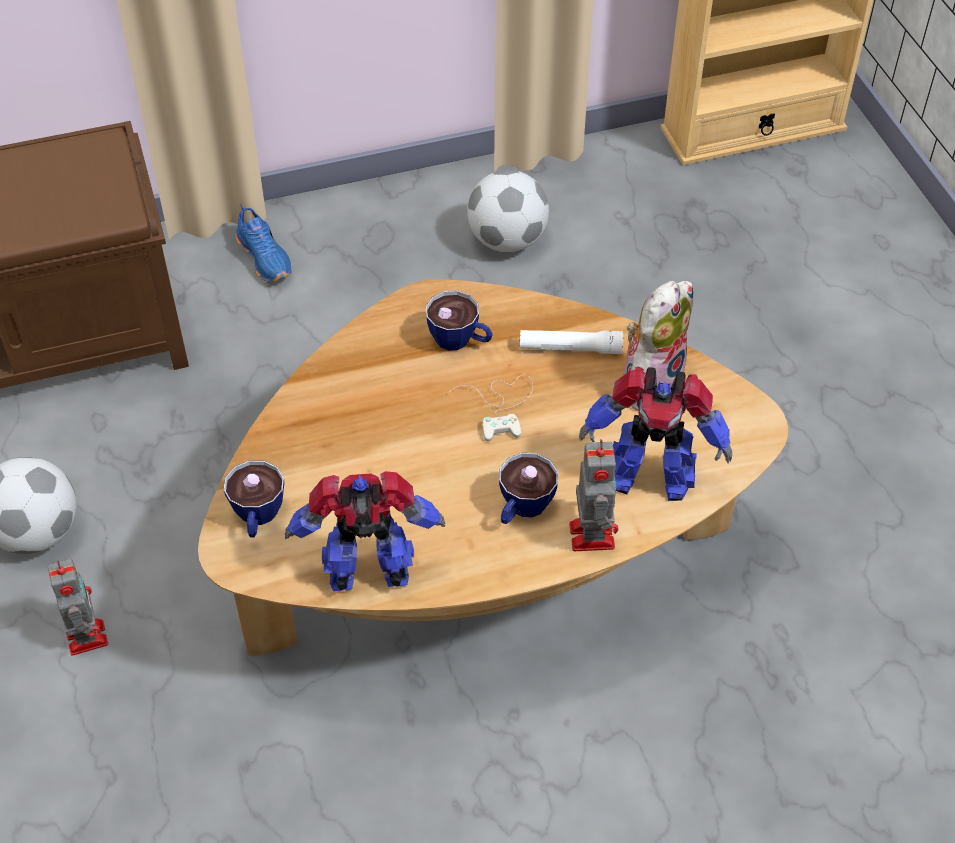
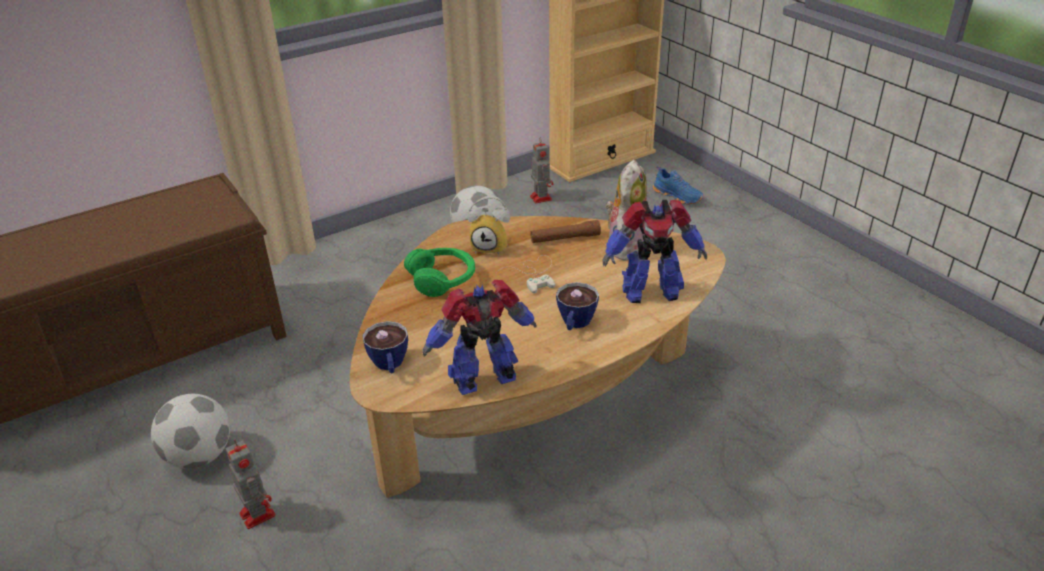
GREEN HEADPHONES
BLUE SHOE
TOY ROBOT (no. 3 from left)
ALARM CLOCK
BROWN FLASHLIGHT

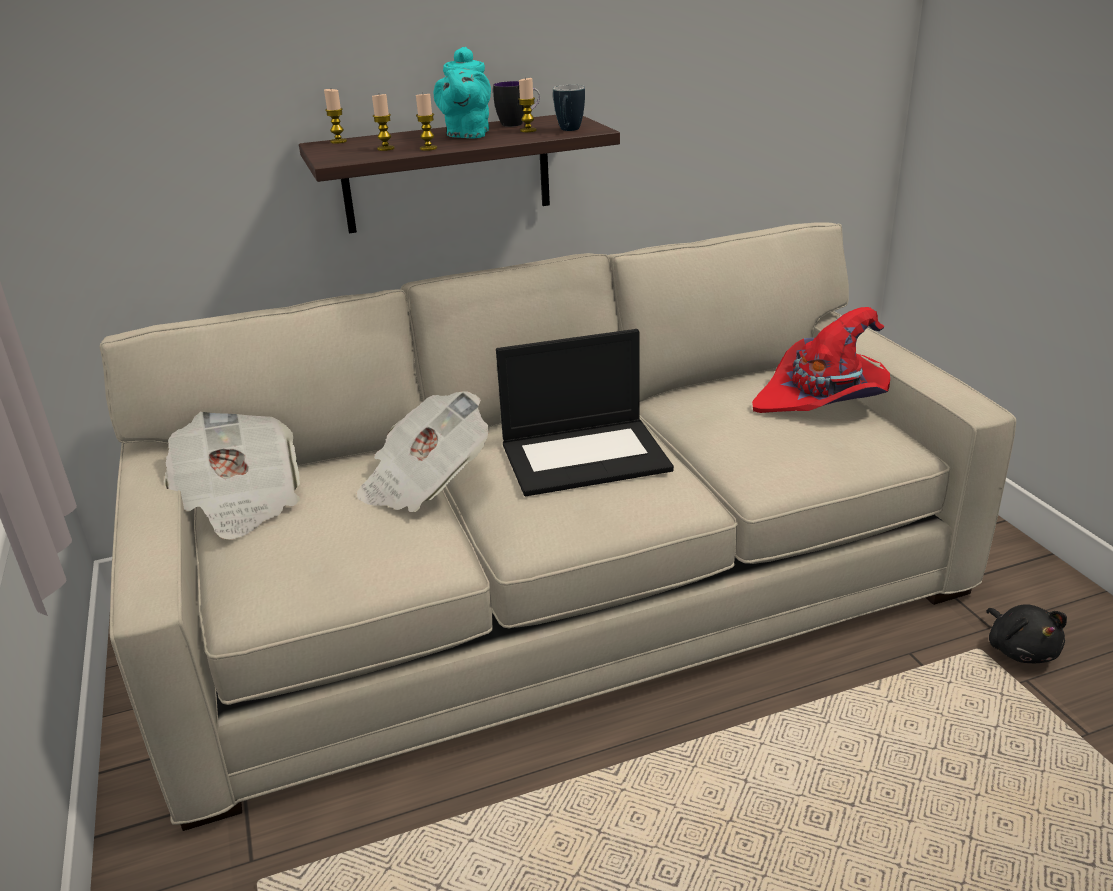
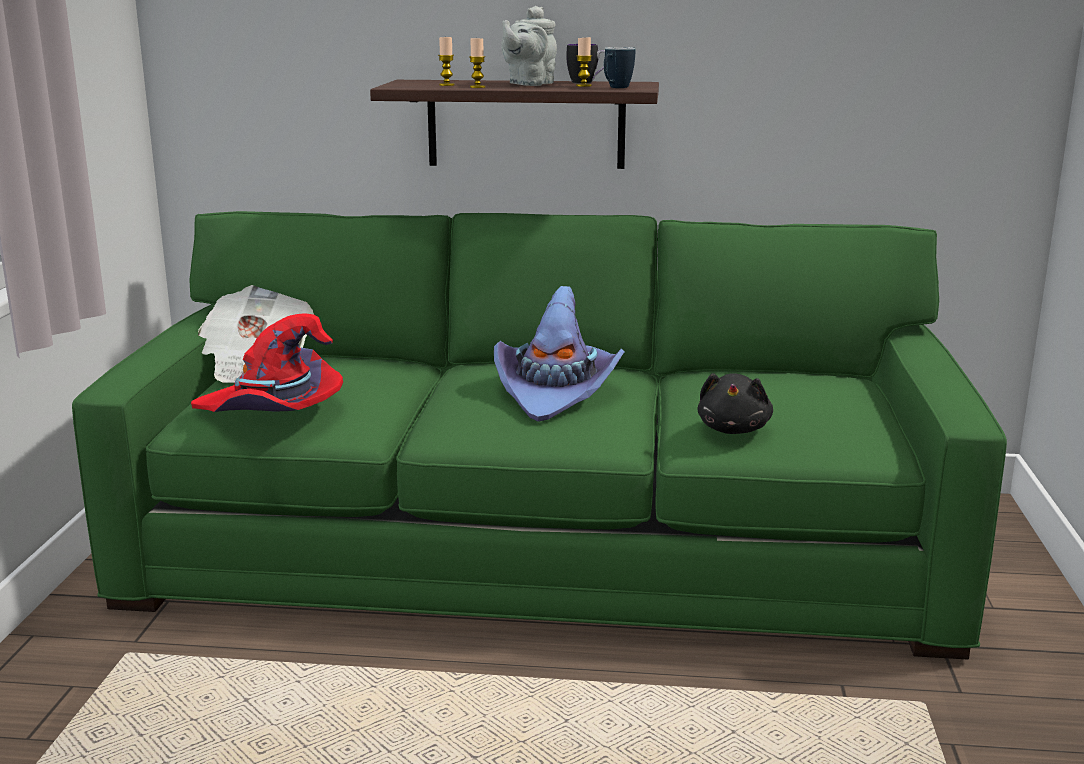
CANDLE (no. 1 from left in the first image)
NEWSPAPER (no. 2 from left in the first image)
RED HAT
BLACK PLUSH TOY
PURPLE HAT
GREEN SOFA
GREY TEAPOT

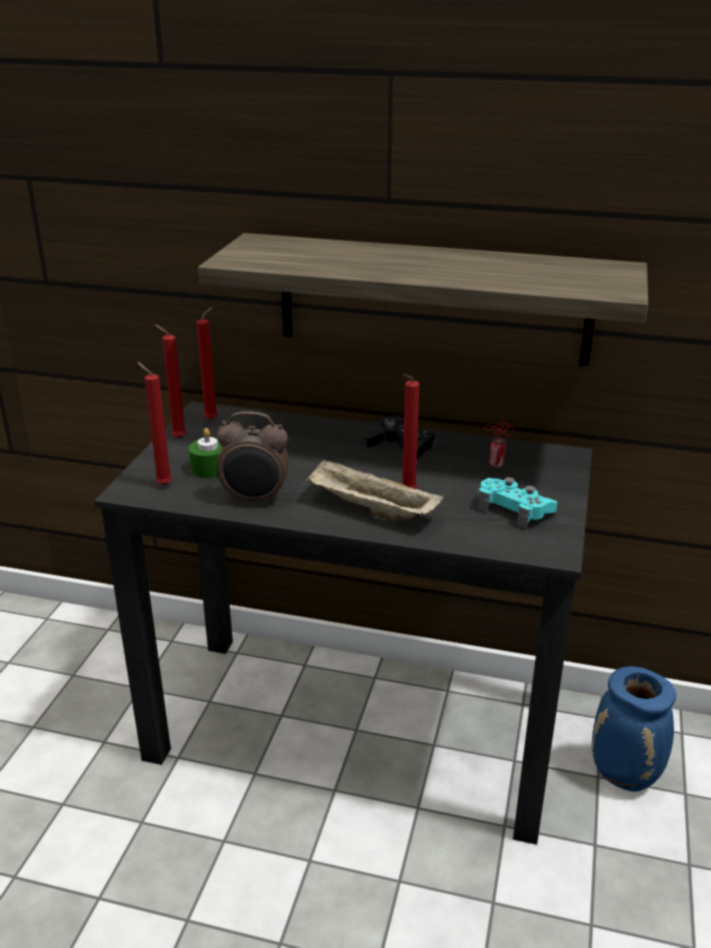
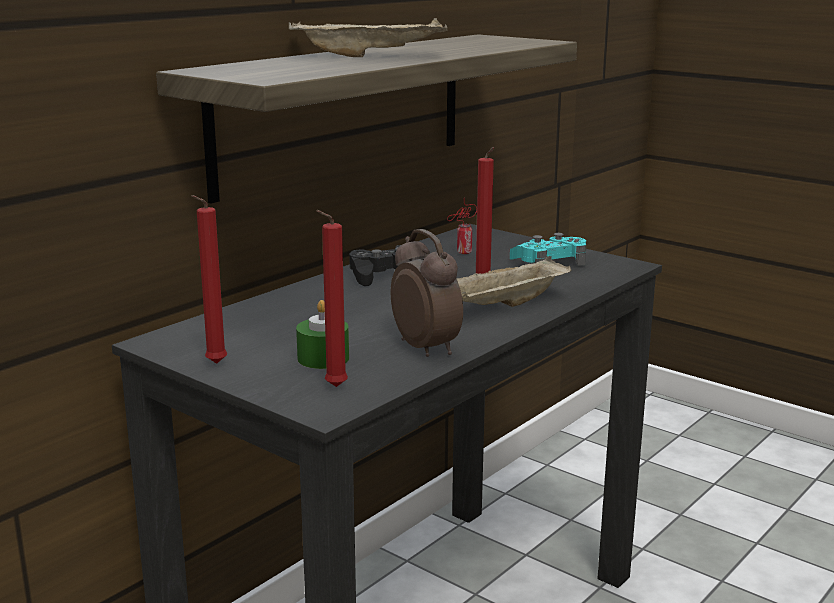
RED CANDLE (no. 3 from left in the first image)
BLUE VASE
BEIGE TRAY (no. 1 from left)
ALARM CLOCK

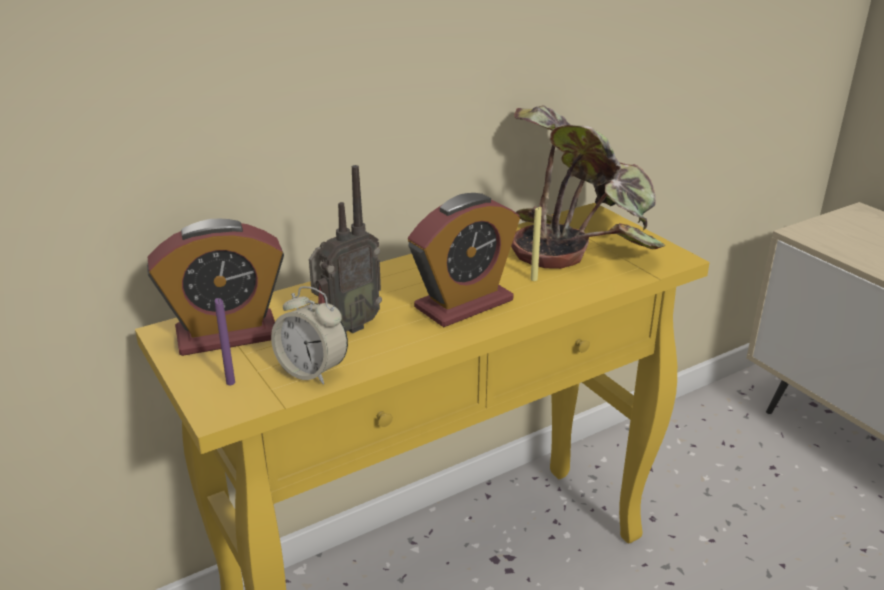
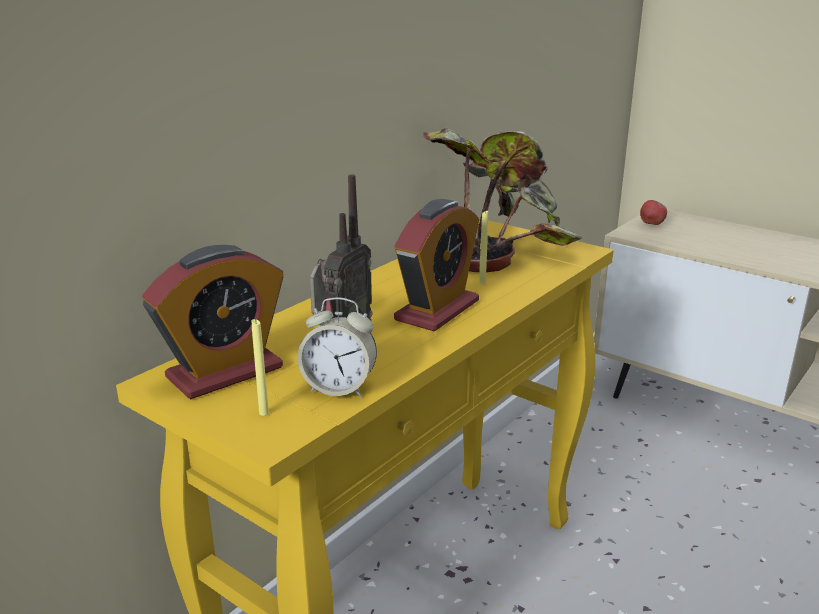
APPLE
YELLOW CANDLE (no. 1 from left)

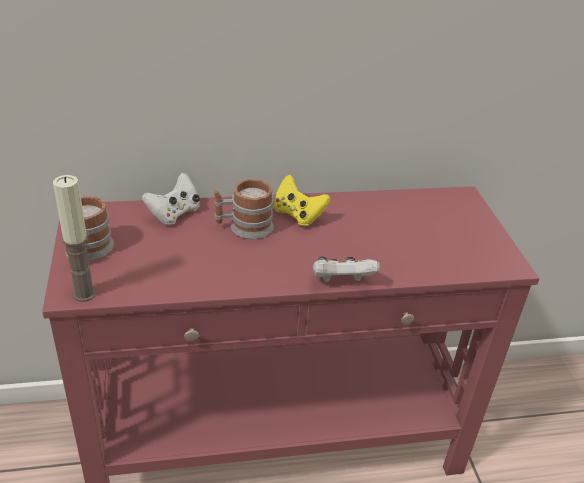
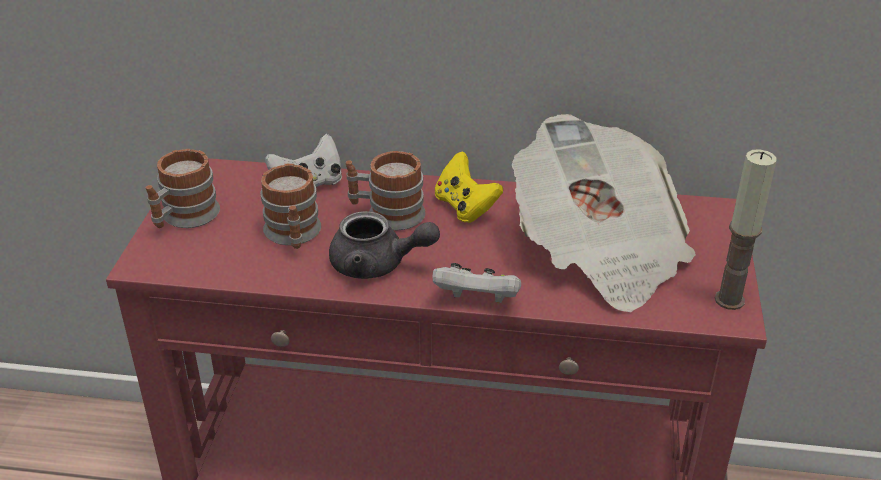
MUG (no. 2 from left)
GREY TEAPOT
NEWSPAPER
CANDLE

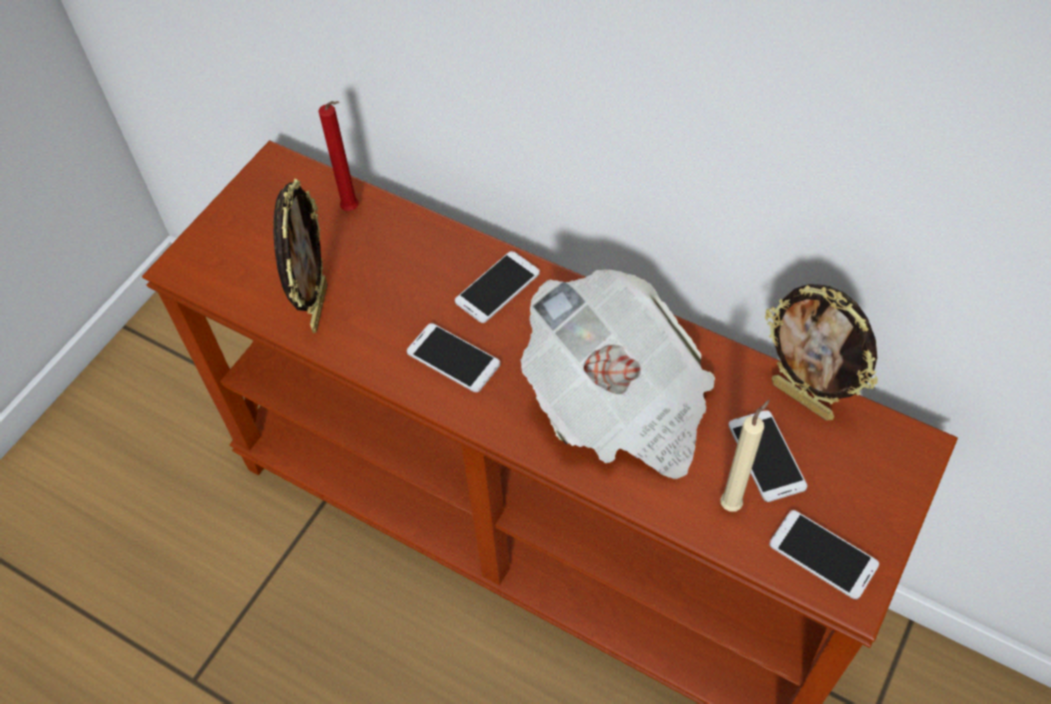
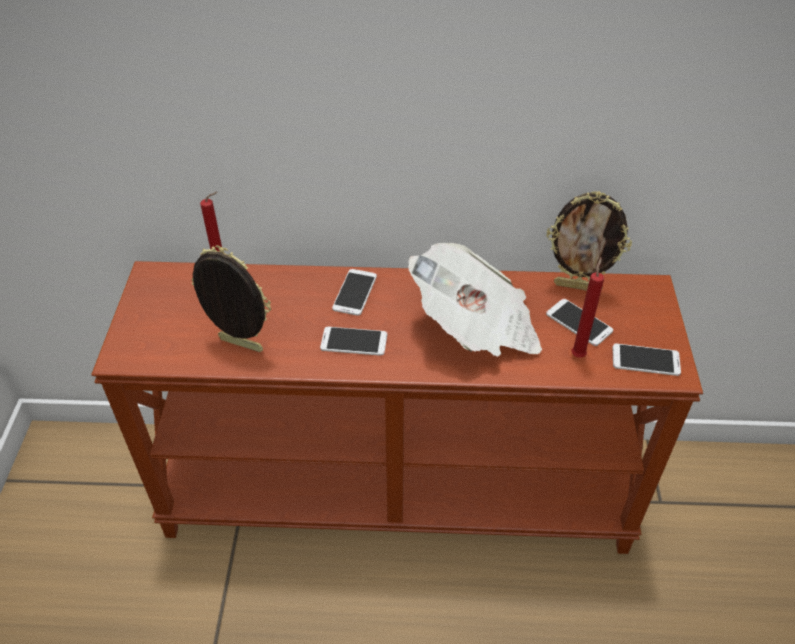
RED CANDLE (no. 2 from left)
PICTURE FRAME (no. 1 from left)

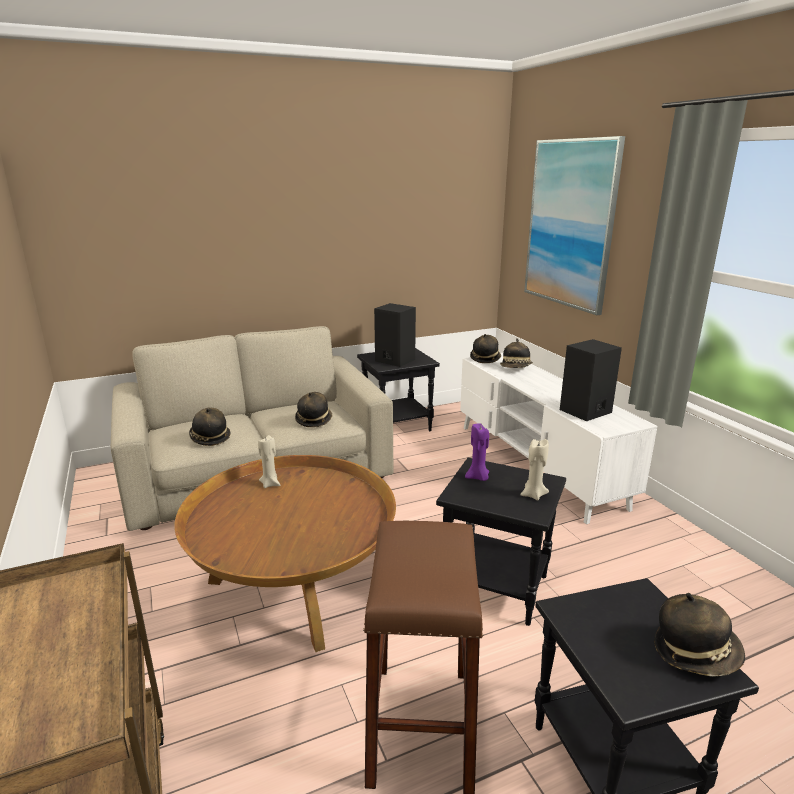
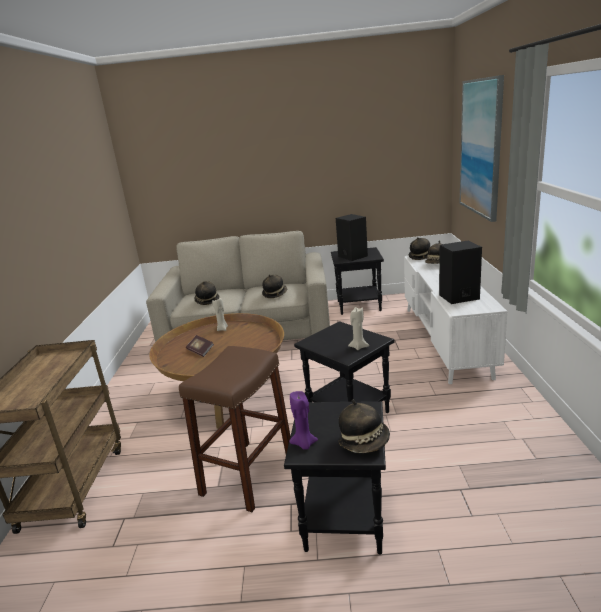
BOOK
PURPLE CANDLE

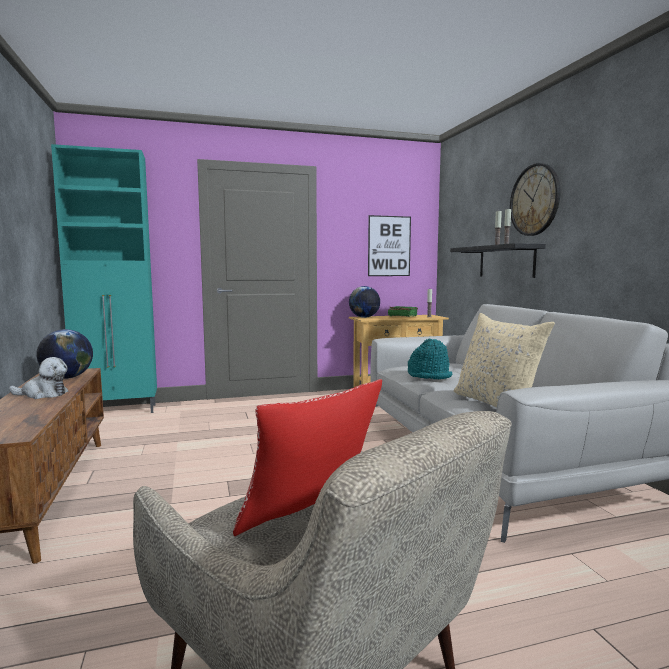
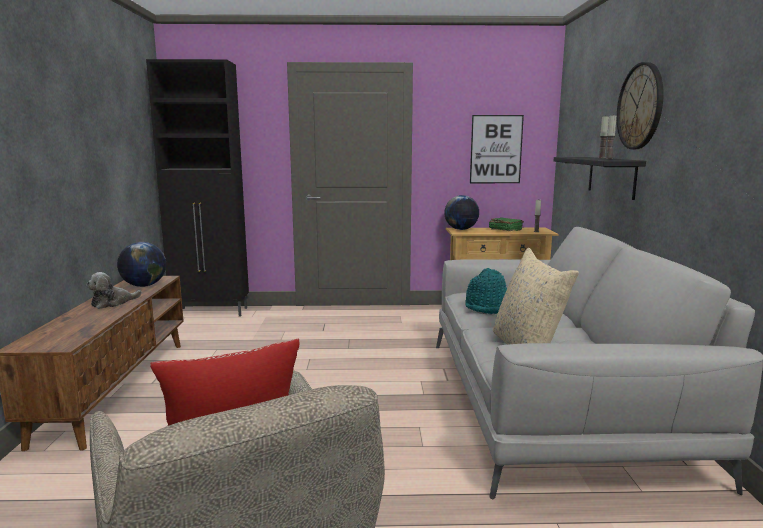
BLACK CABINET
PLUSH TOY

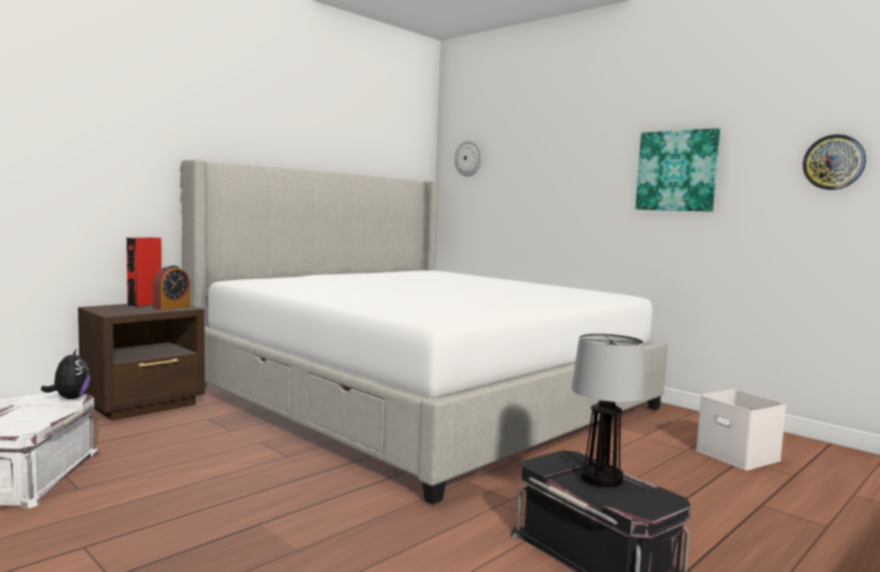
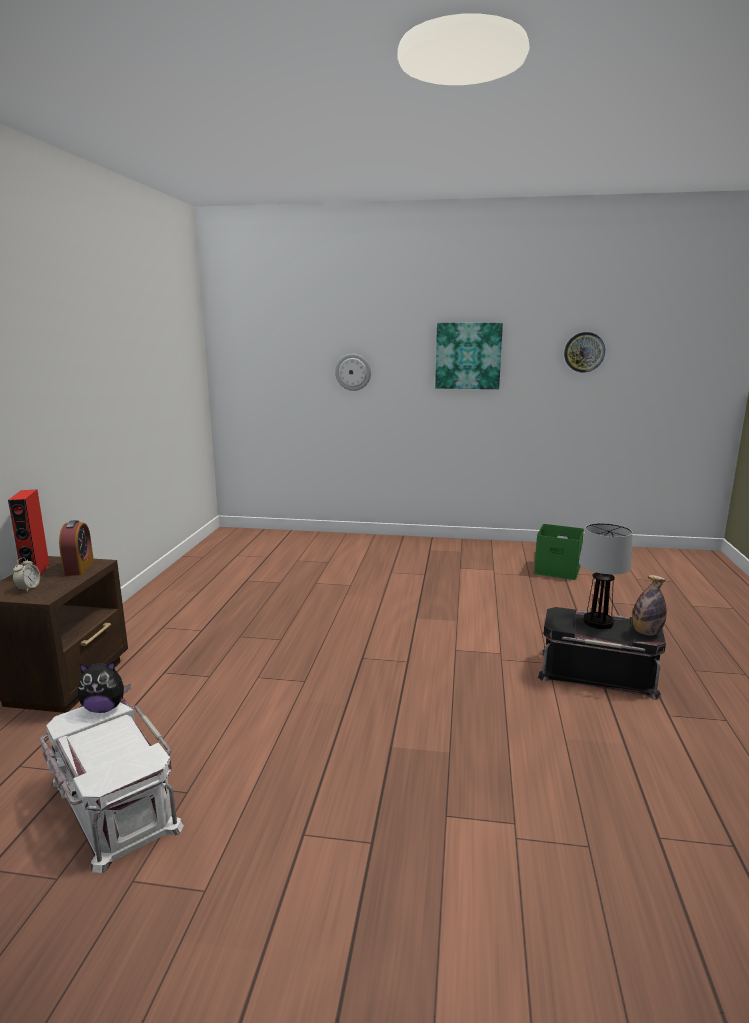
BED
ALARM CLOCK (no. 1 from left)
BOTTLE
WALL CLOCK (no. 1 from left)
GREEN STORAGE BOX
PLUSH TOY

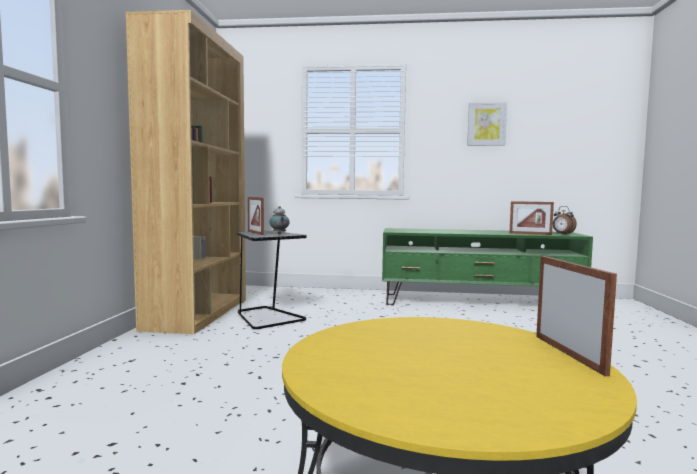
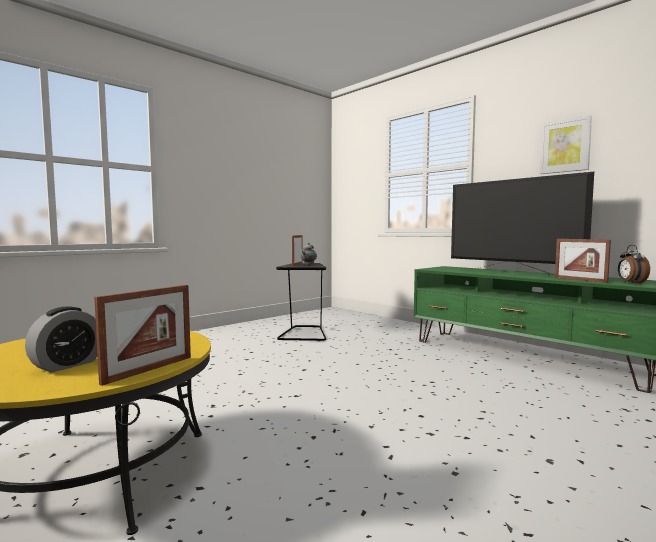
BROWN BOOKCASE
ALARM CLOCK (no. 1 from left)
TELEVISION

